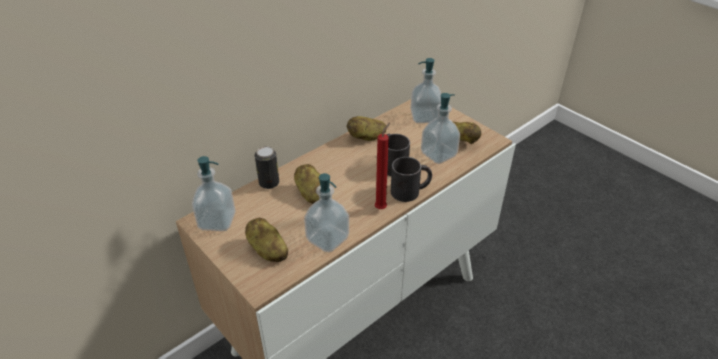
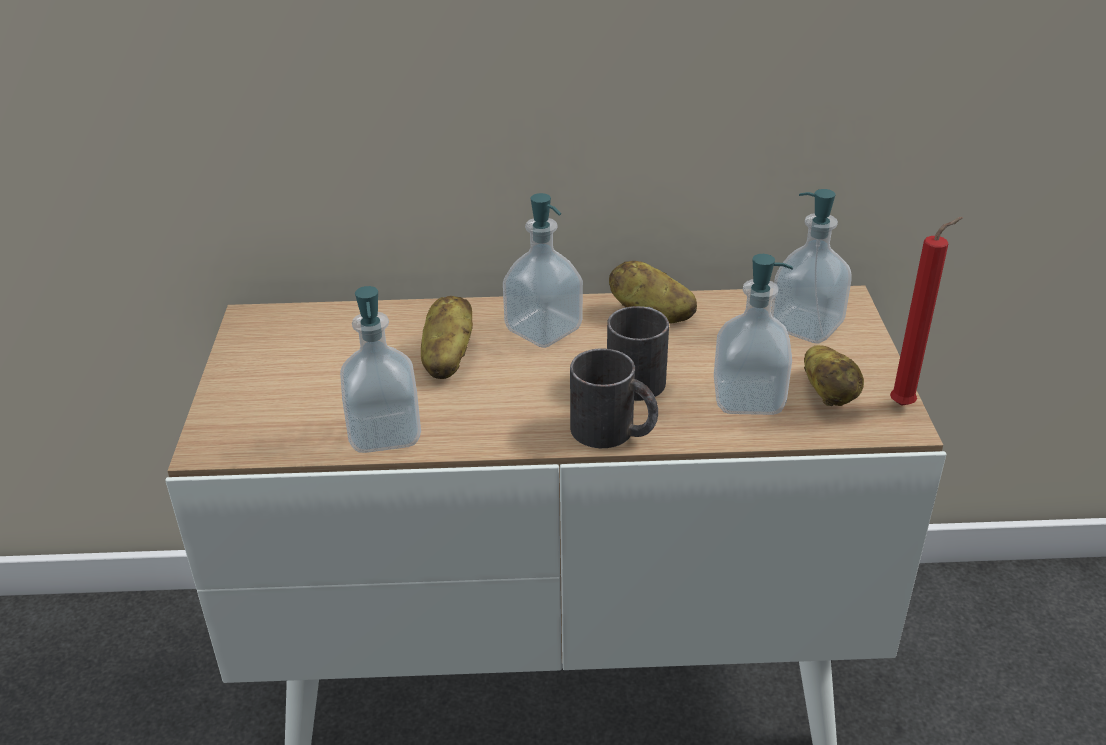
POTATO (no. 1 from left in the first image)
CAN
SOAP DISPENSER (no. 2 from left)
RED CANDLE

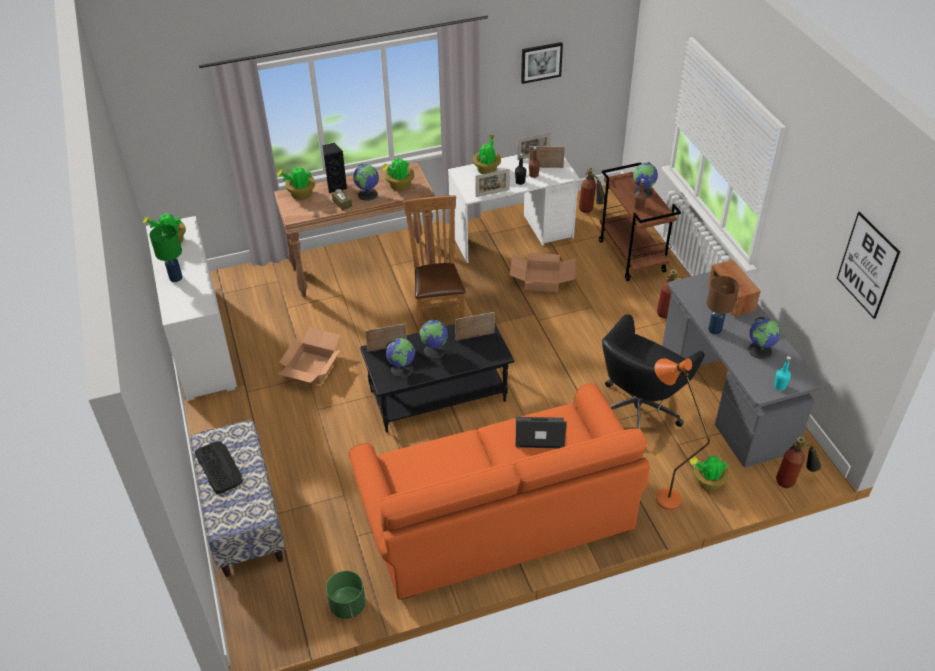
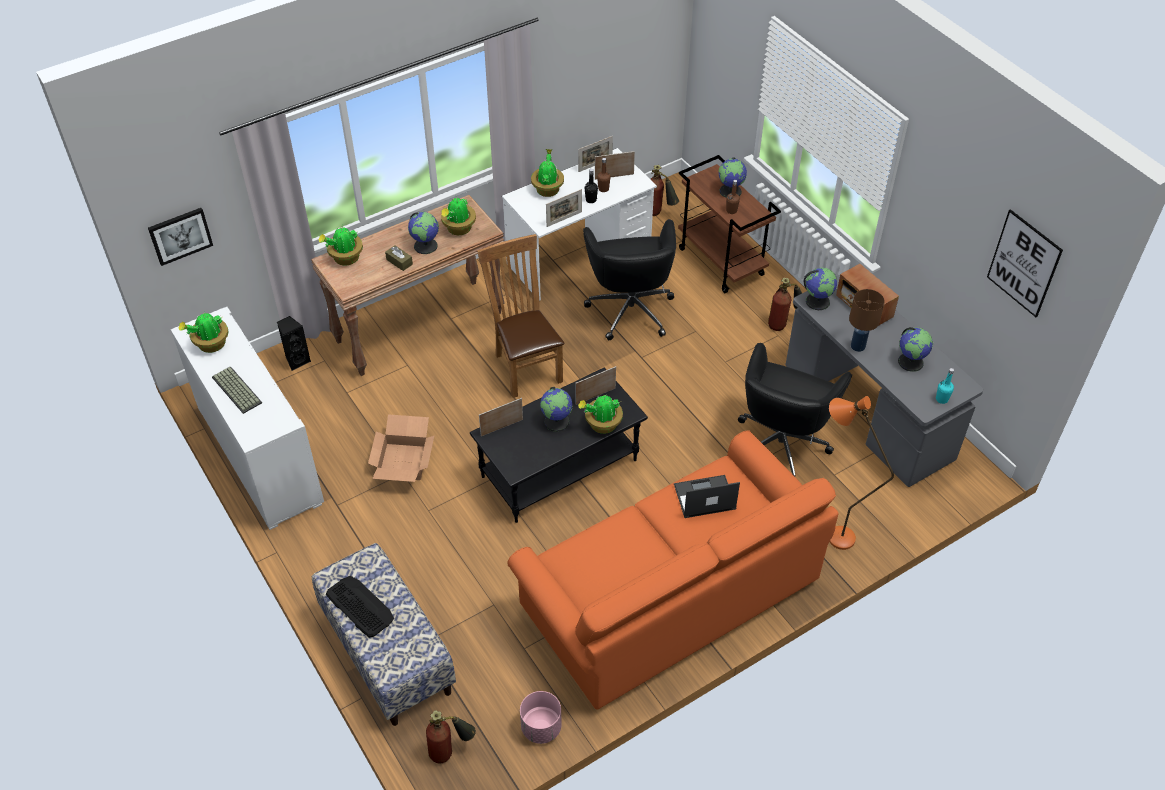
BLACK SPEAKER
GLOBE (no. 4 from left)
PICTURE (no. 1 from left)
POTTED PLANT (no. 5 from left)
FIRE EXTINGUISHER (no. 1 from left)
KEYBOARD (no. 1 from left)
BLACK OFFICE CHAIR (no. 1 from left)
PINK PLANTER

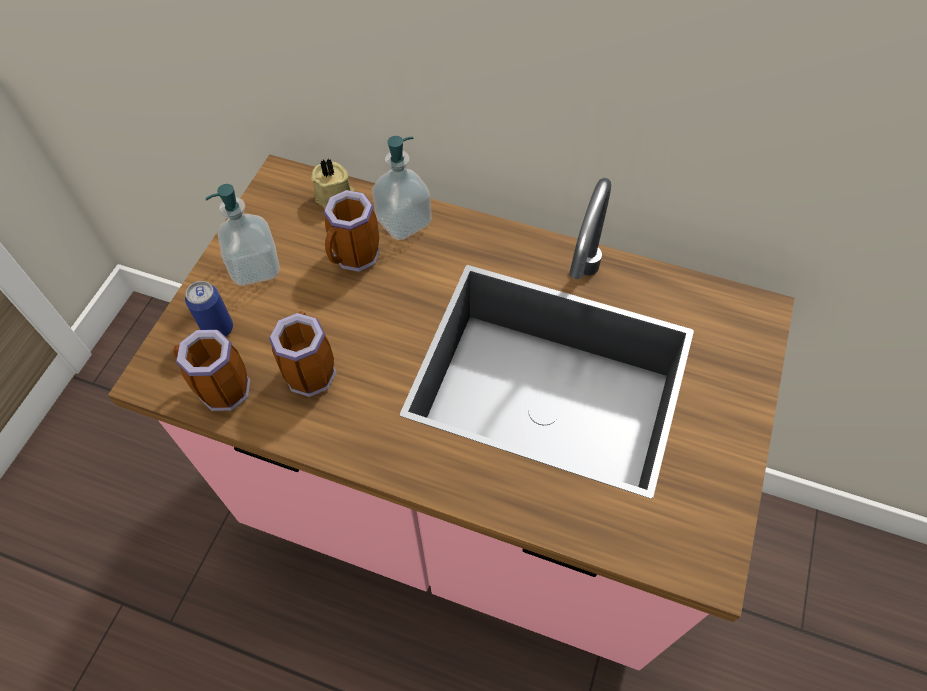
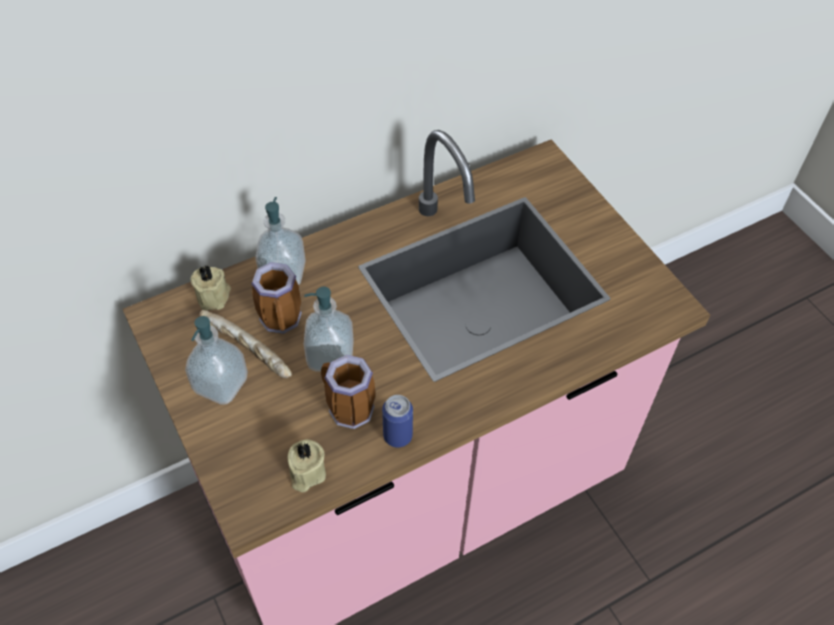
BREAD
SOAP DISPENSER (no. 3 from left)
CAN
BEIGE CANDLE (no. 2 from left)

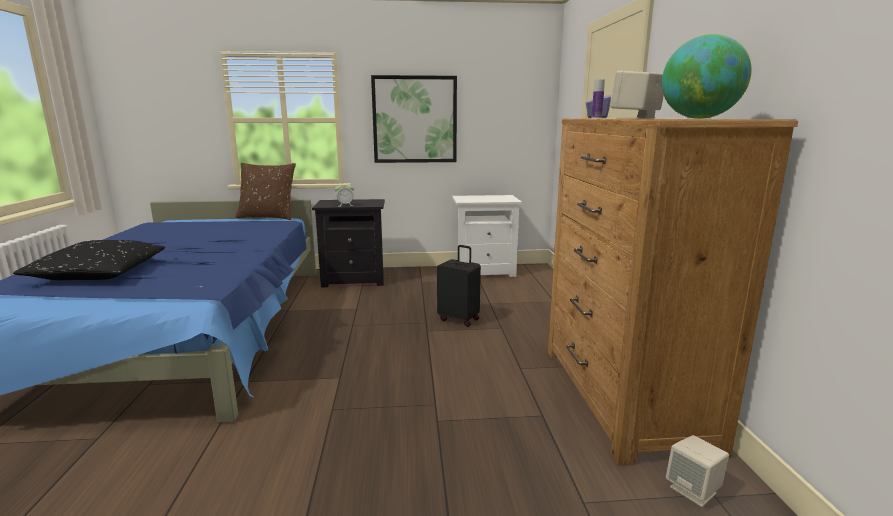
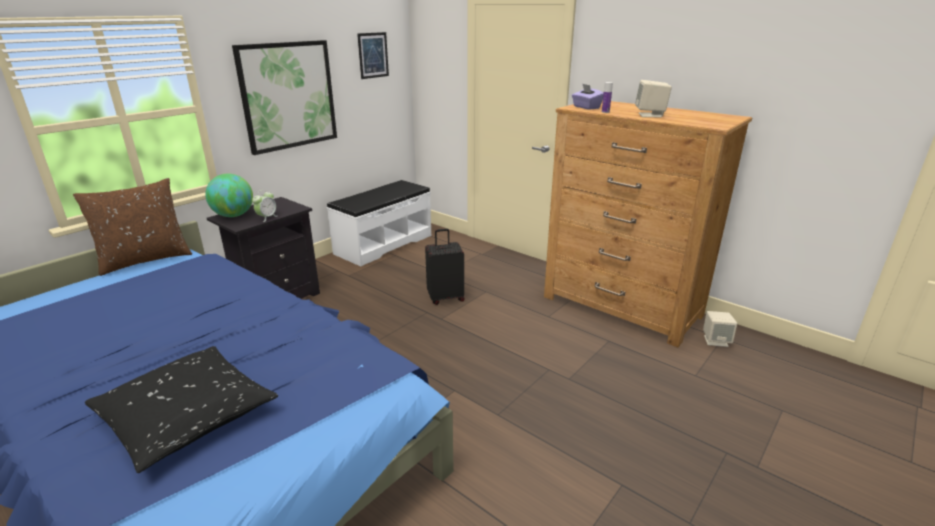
PICTURE (no. 2 from left)
GLOBE
WHITE BENCH

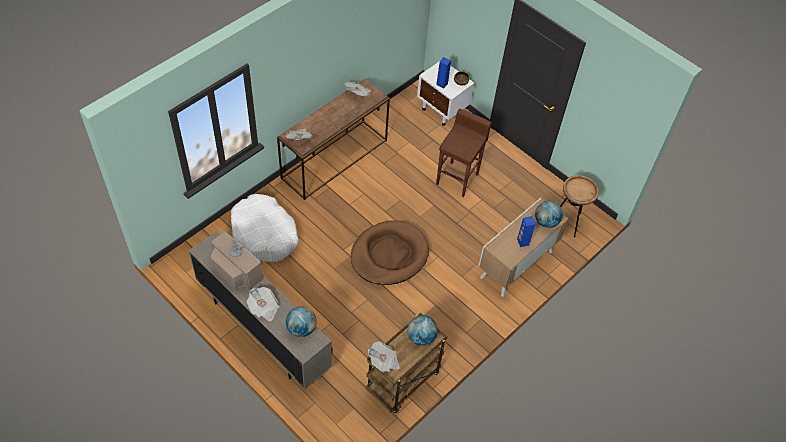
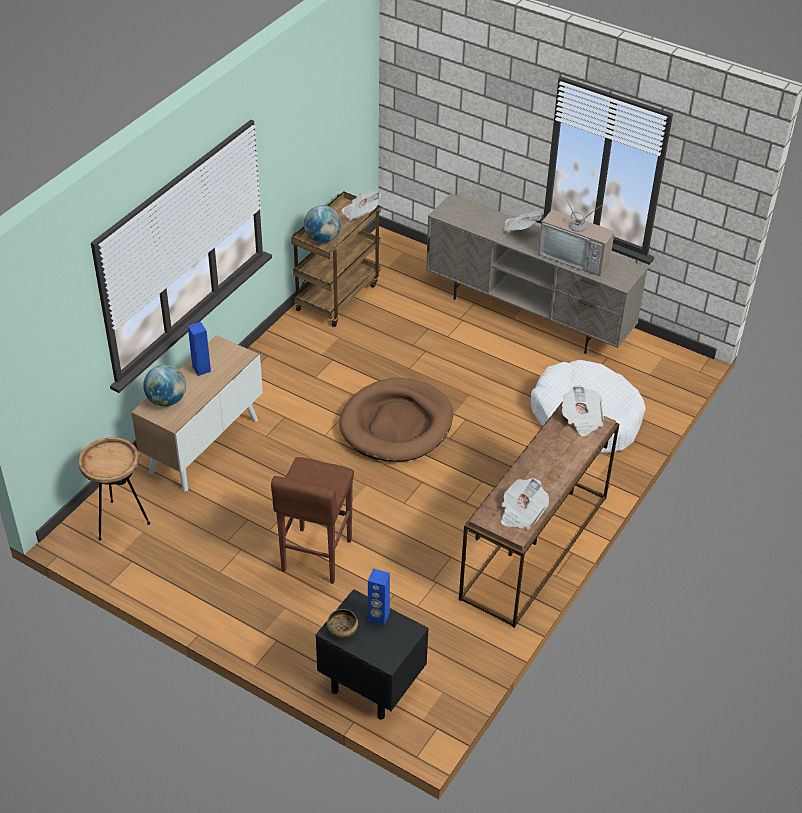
GLOBE (no. 1 from left in the first image)
BLACK NIGHTSTAND

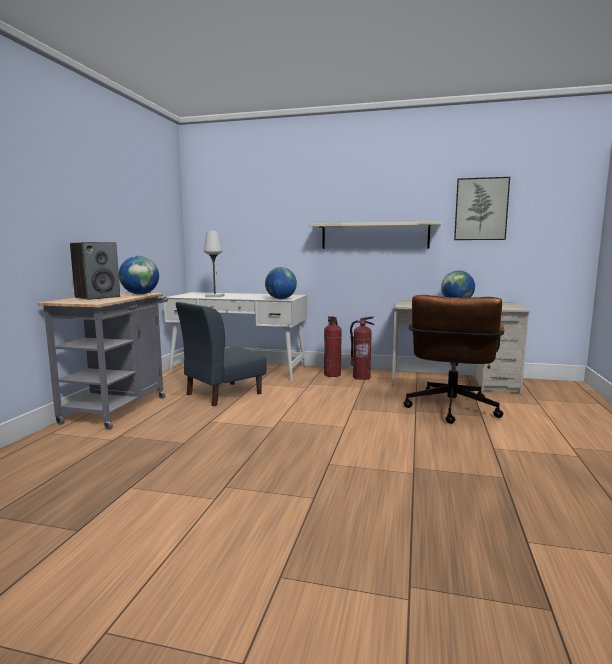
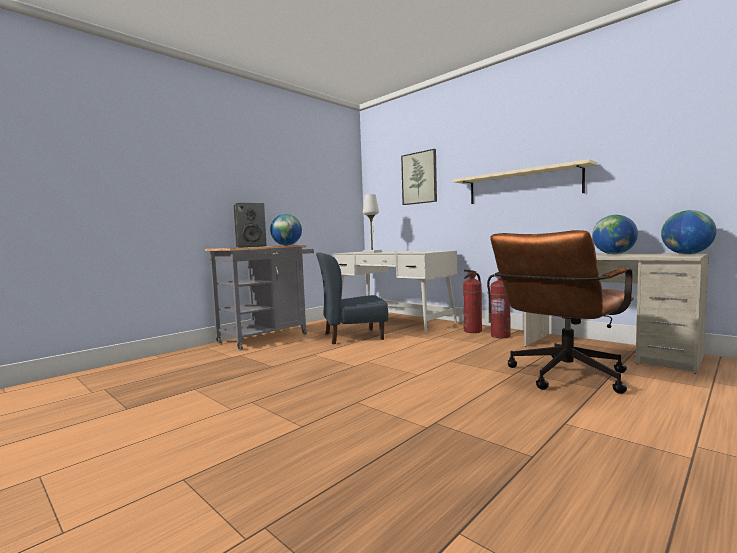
GLOBE (no. 3 from left)
PICTURE

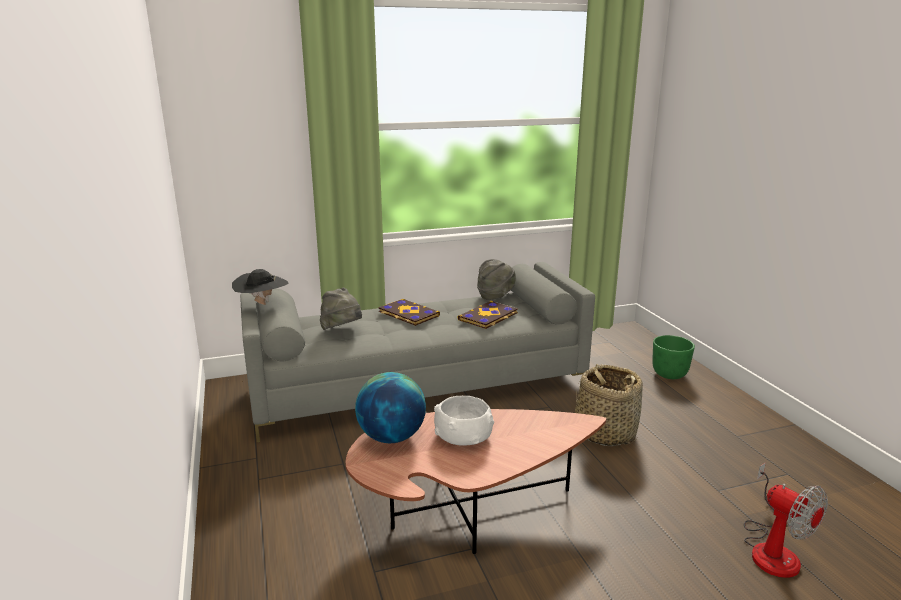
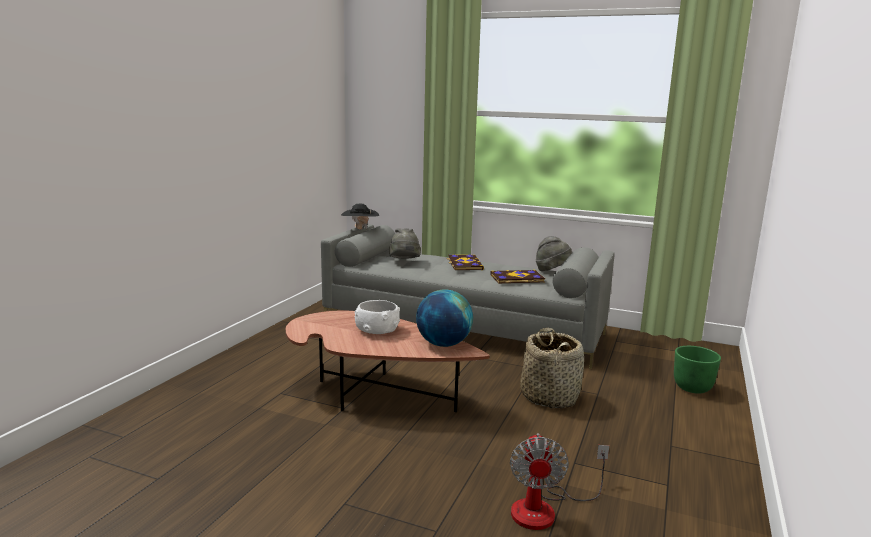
GLOBE

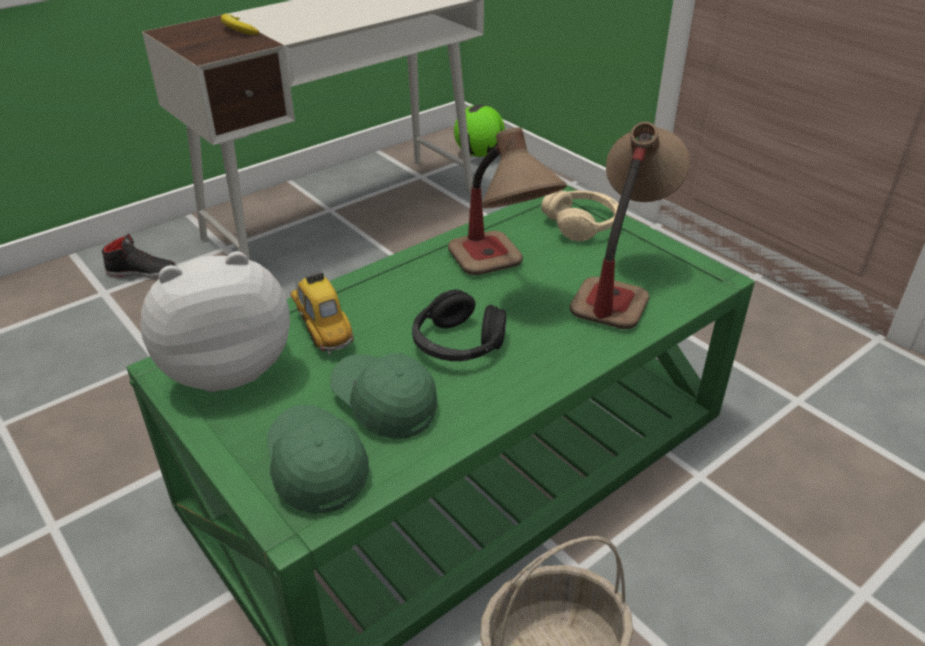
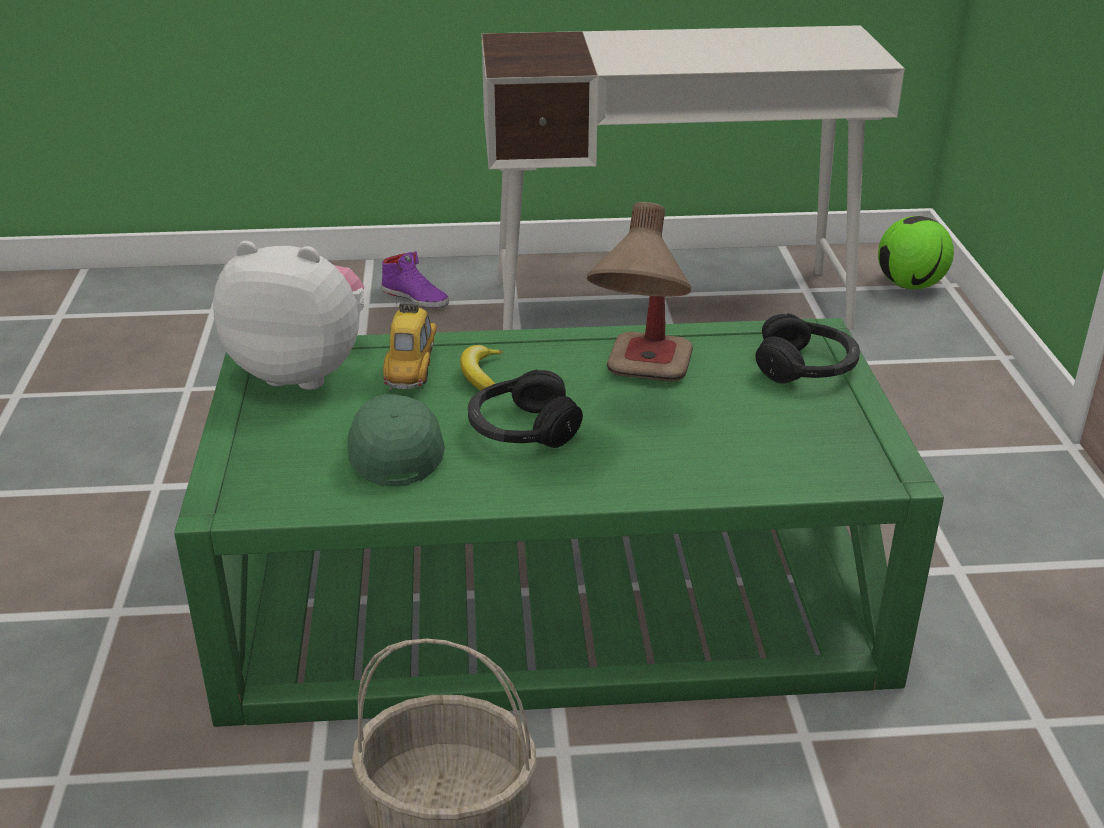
GREEN CAP (no. 1 from left in the first image)
TABLE LAMP (no. 2 from left in the first image)
BANANA
PURPLE SHOE
BLACK HEADPHONES (no. 2 from left)

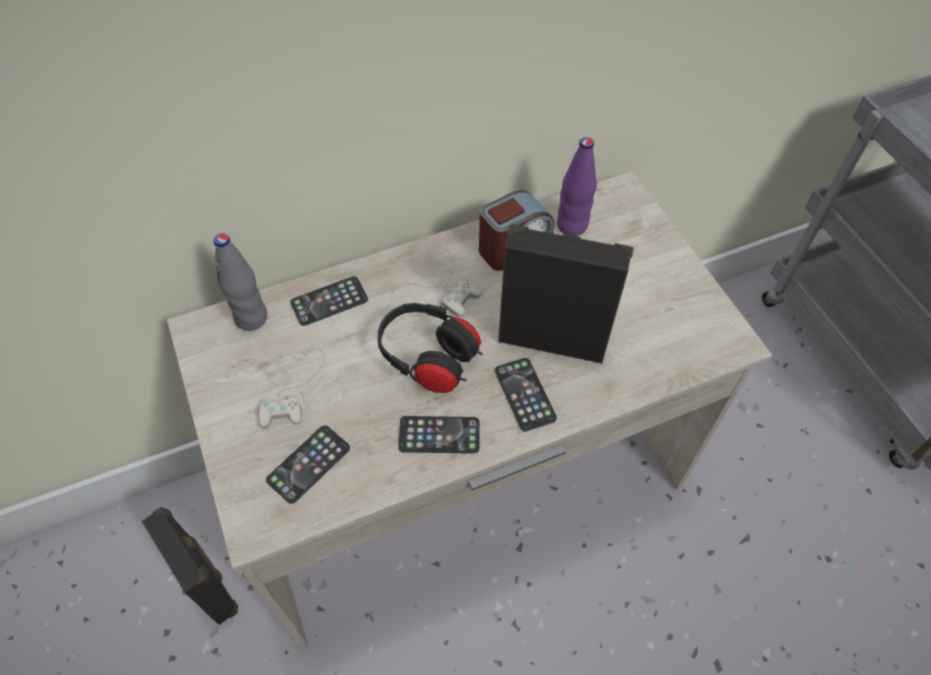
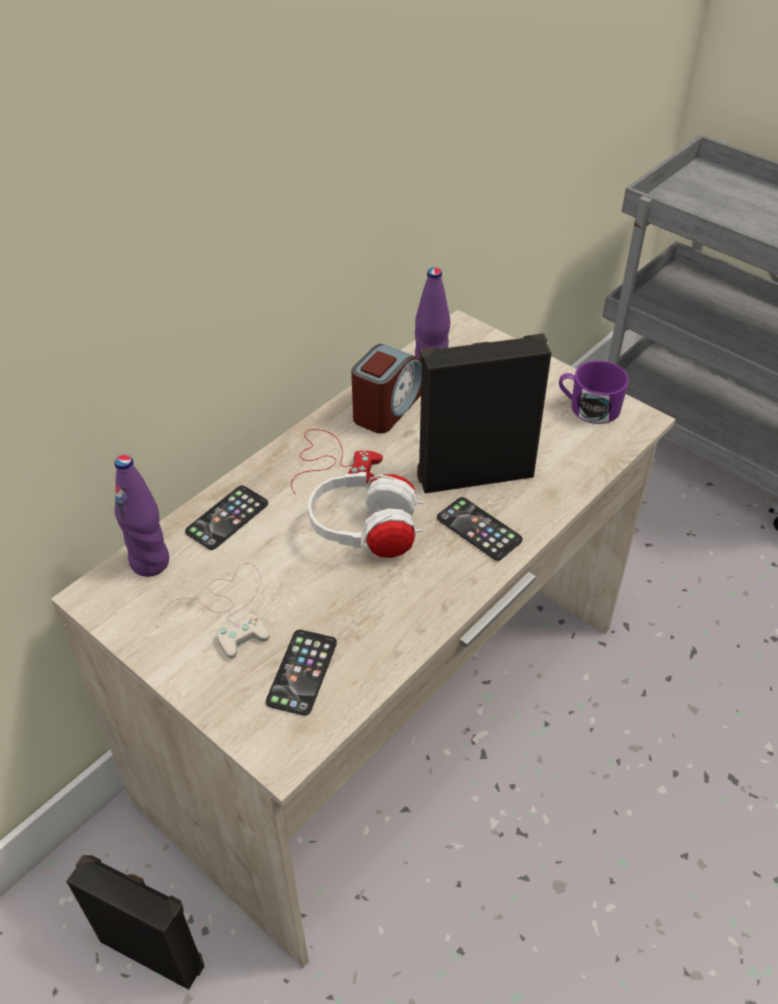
PHONE (no. 3 from left in the first image)
PURPLE MUG
PURPLE BOTTLE (no. 1 from left)
WHITE HEADPHONES
RED GAME CONTROLLER

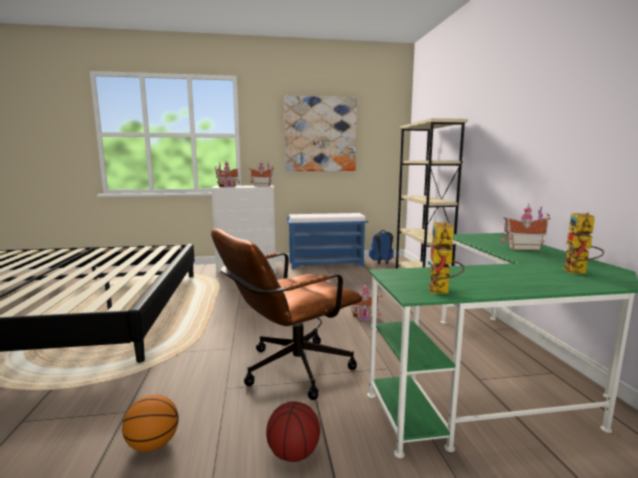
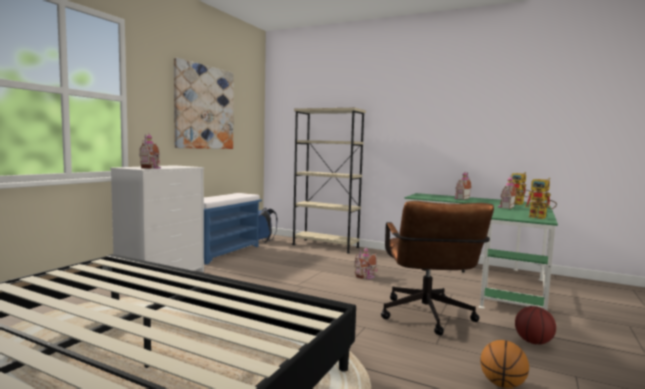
TOY HOUSE (no. 4 from left)

